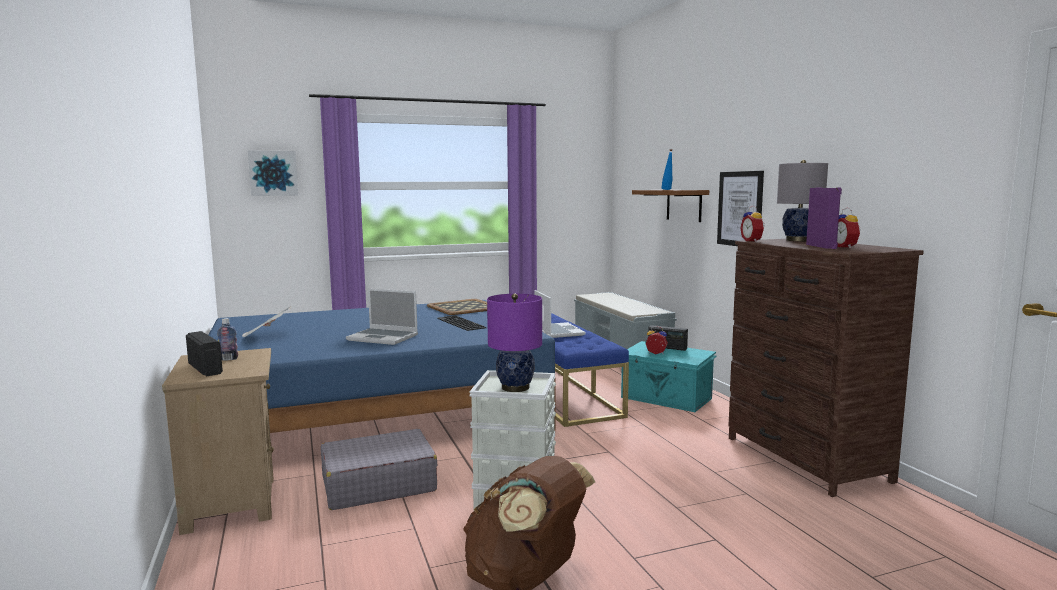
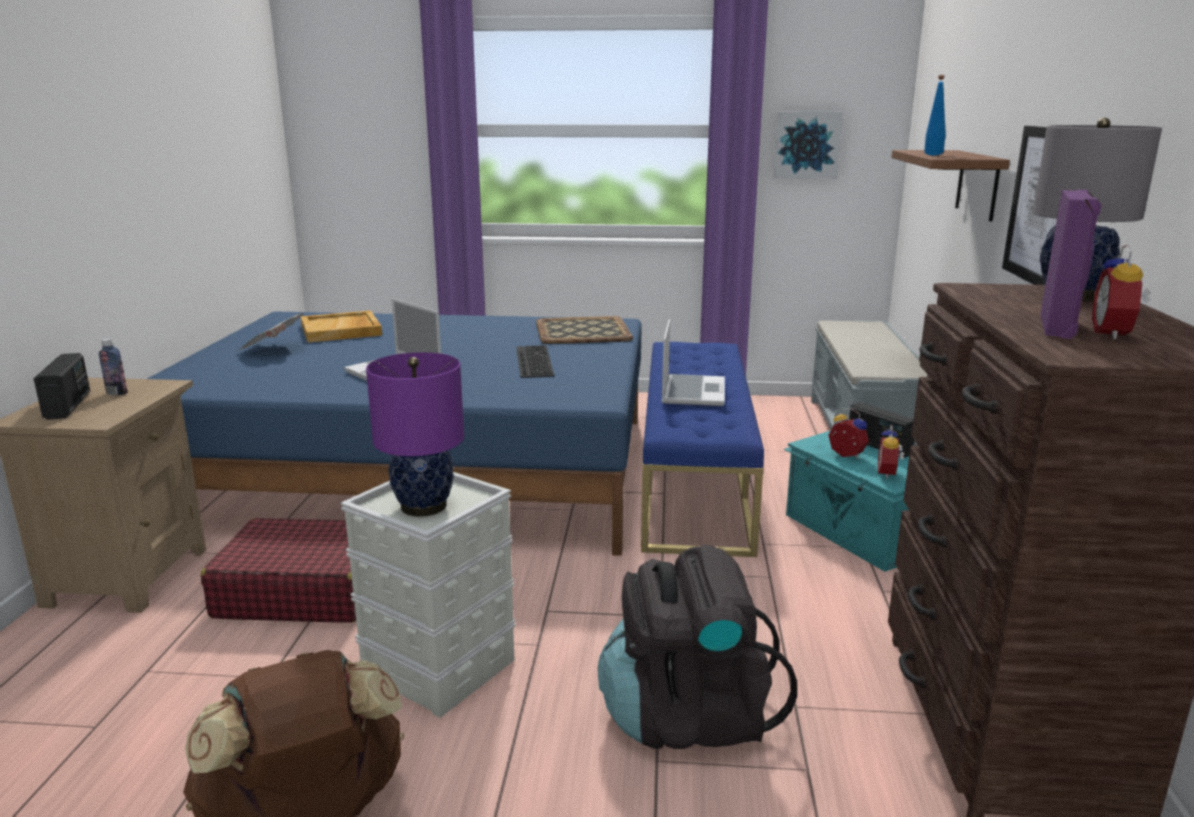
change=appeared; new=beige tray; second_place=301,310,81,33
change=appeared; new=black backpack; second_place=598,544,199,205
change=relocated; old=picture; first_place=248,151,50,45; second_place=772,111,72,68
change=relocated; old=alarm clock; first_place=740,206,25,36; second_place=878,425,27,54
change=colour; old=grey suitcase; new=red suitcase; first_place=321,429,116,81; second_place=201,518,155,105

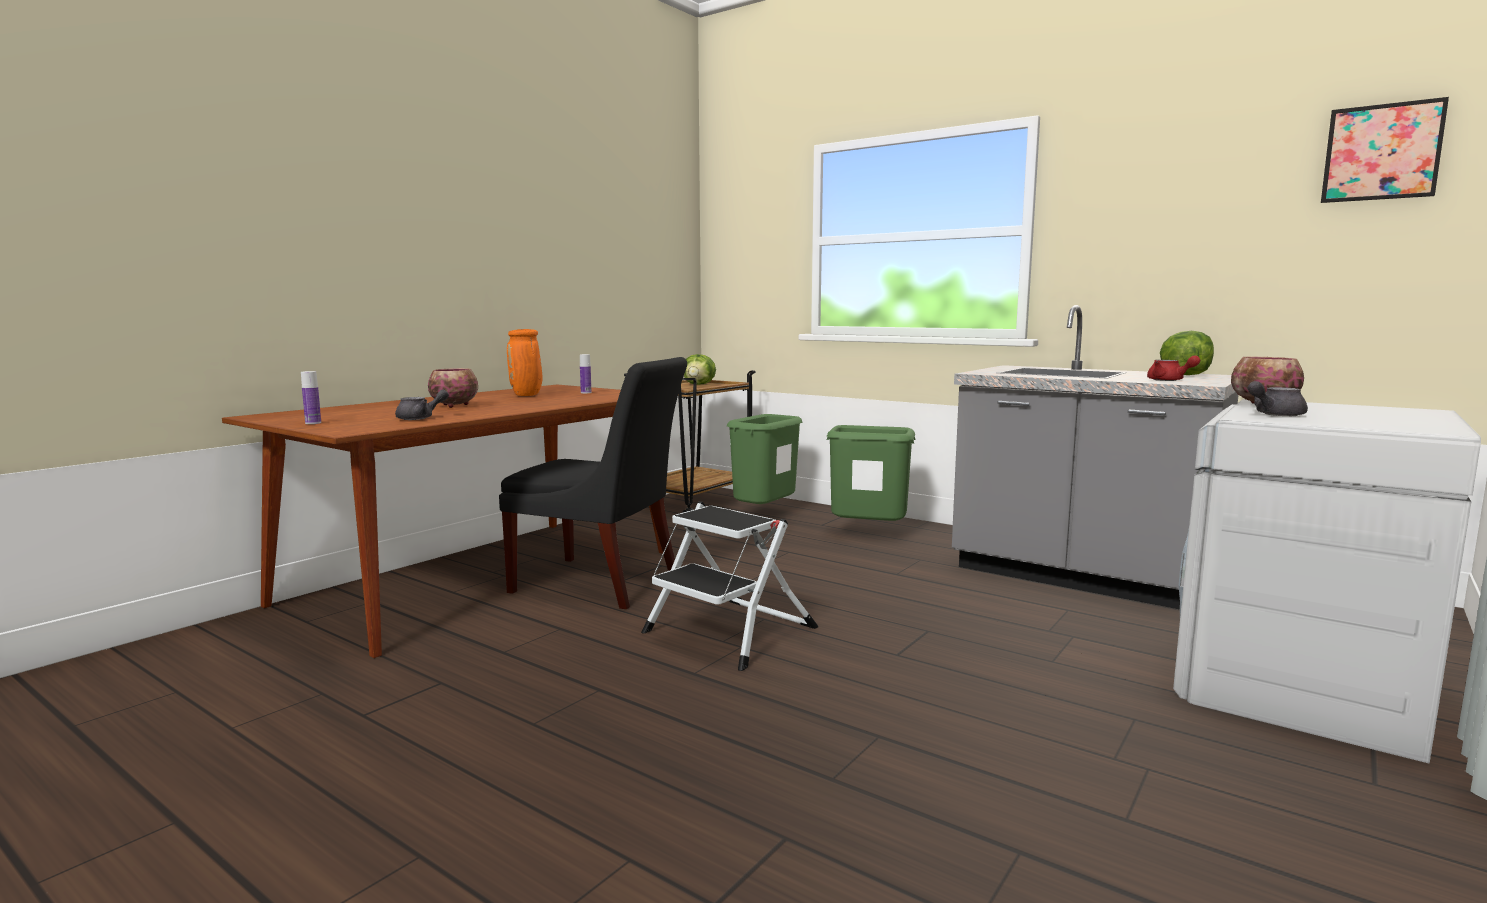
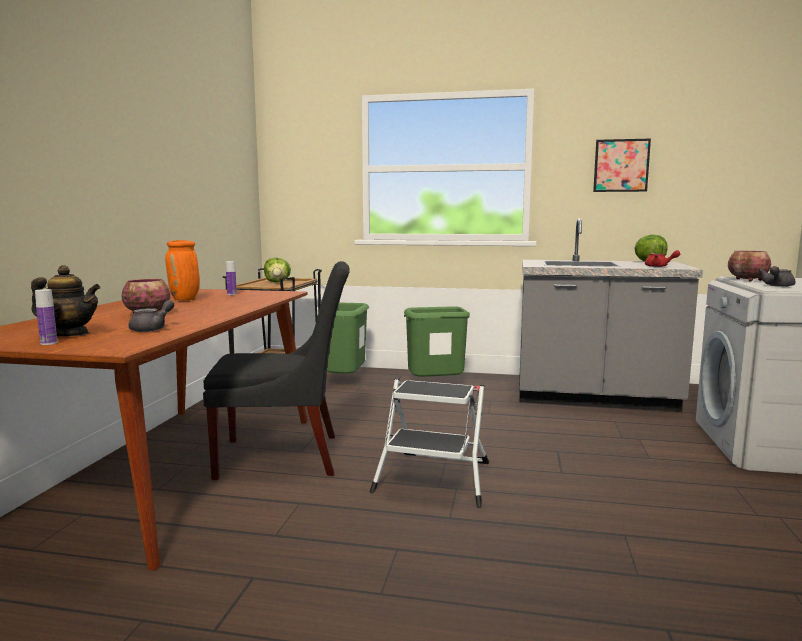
change=appeared; new=teapot; second_place=31,265,69,71
change=relocated; old=picture; first_place=1321,97,128,106; second_place=593,139,58,53

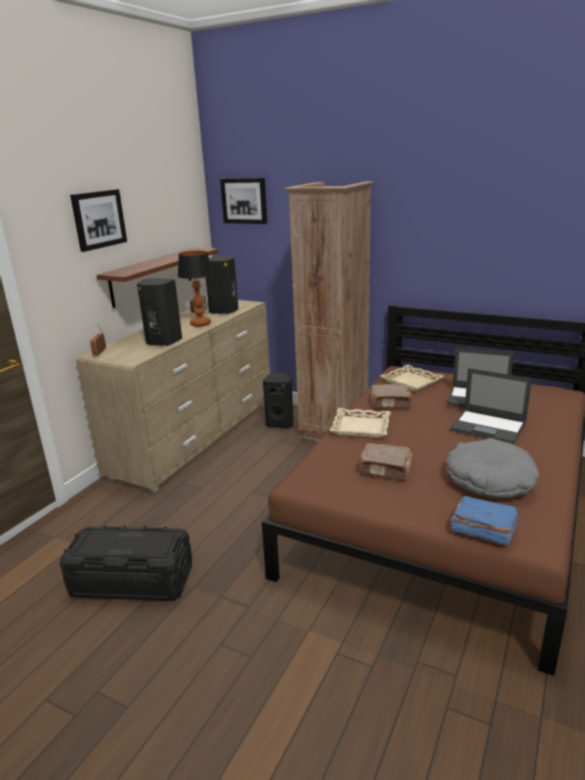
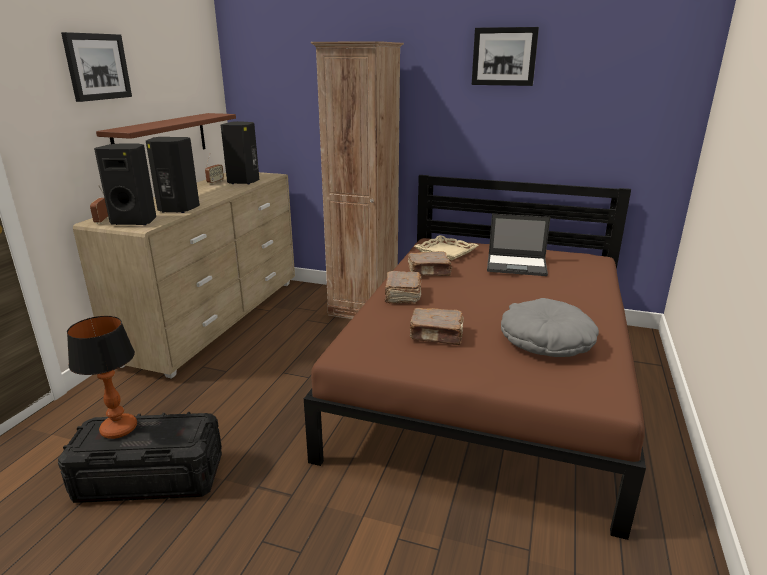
change=missing; old=laptop; first_place=450,368,82,76
change=missing; old=blue book; first_place=451,496,68,50
change=relocated; old=table lamp; first_place=178,251,35,76; second_place=67,316,70,123
change=relocated; old=picture; first_place=220,178,47,46; second_place=472,27,67,59
change=relocated; old=black speaker; first_place=263,373,30,55; second_place=94,143,62,82
change=exchanged; old=beige tray; new=brown book; first_place=329,408,62,30; second_place=385,271,36,33

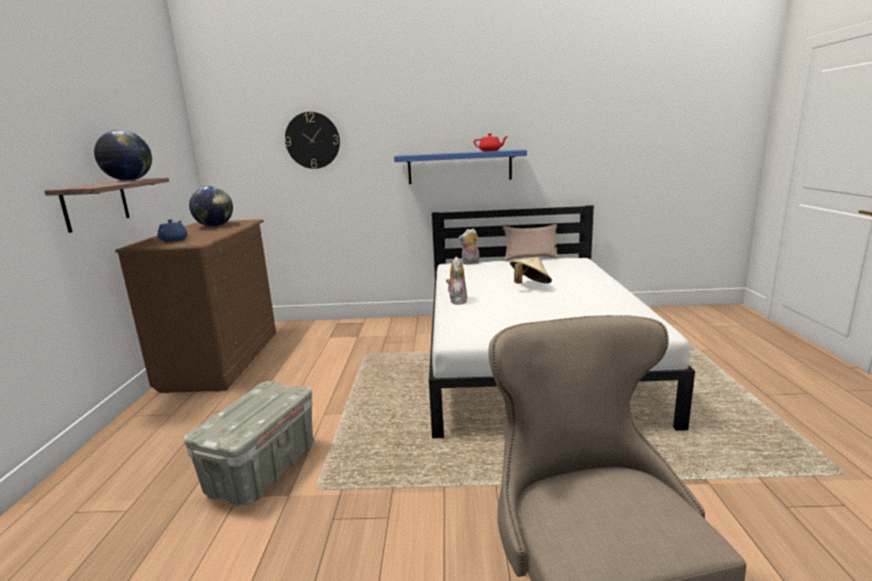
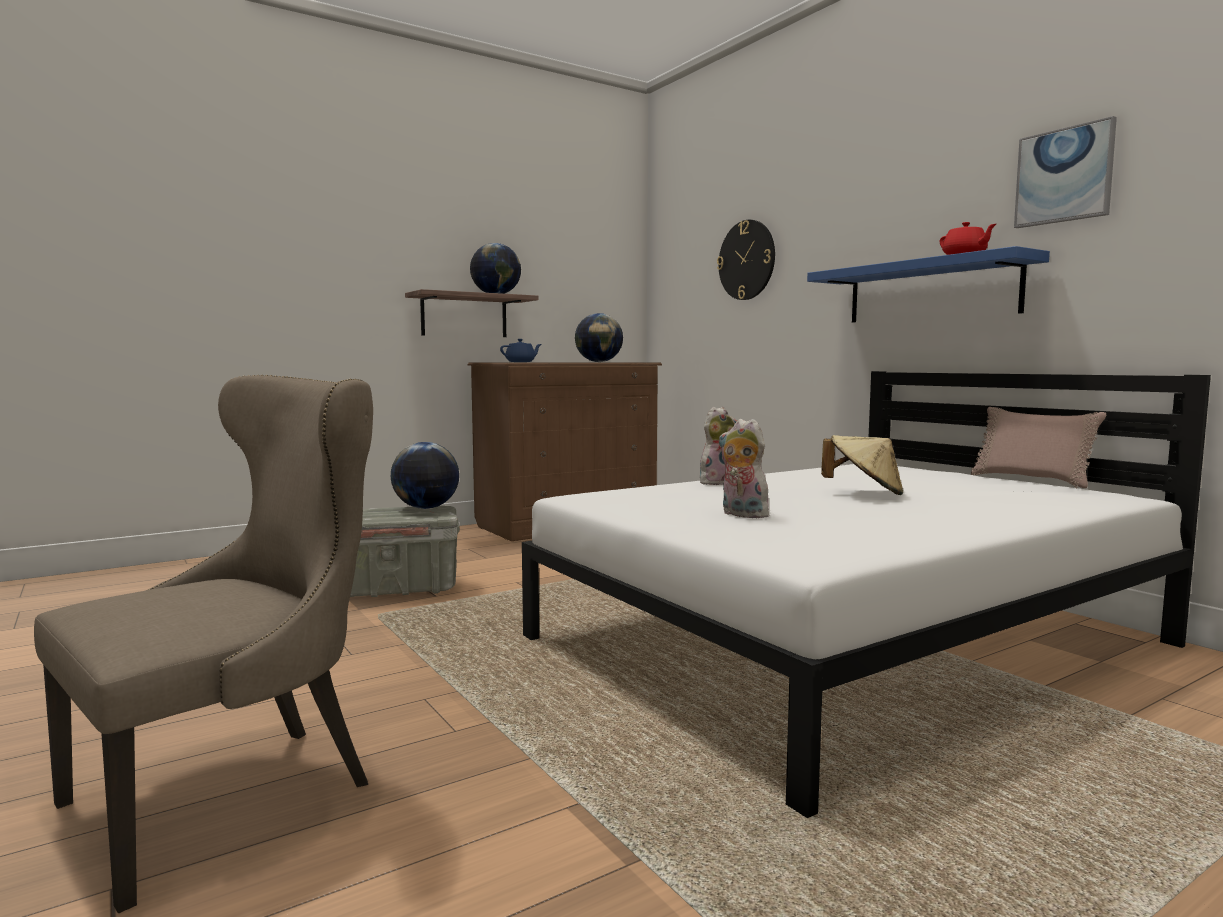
change=appeared; new=globe; second_place=391,442,68,67
change=appeared; new=picture; second_place=1014,116,103,112
change=relocated; old=plush toy; first_place=458,229,22,36; second_place=718,419,55,99

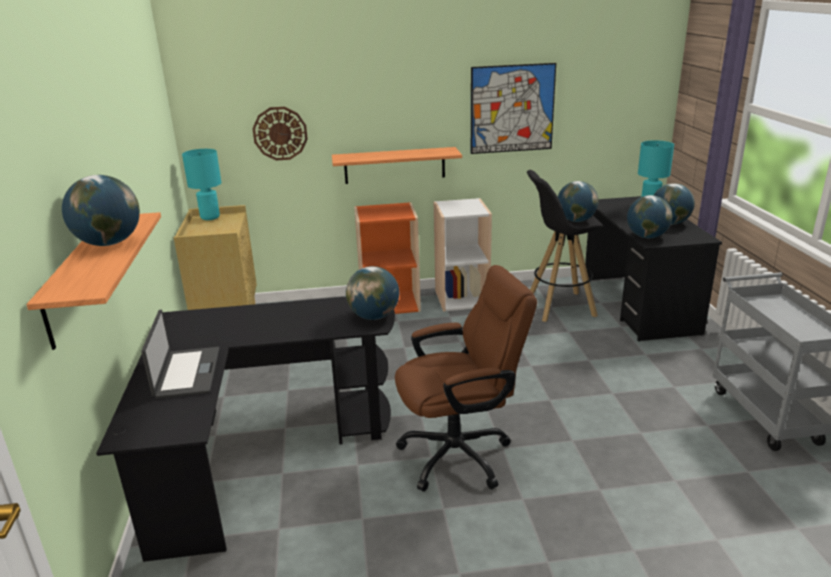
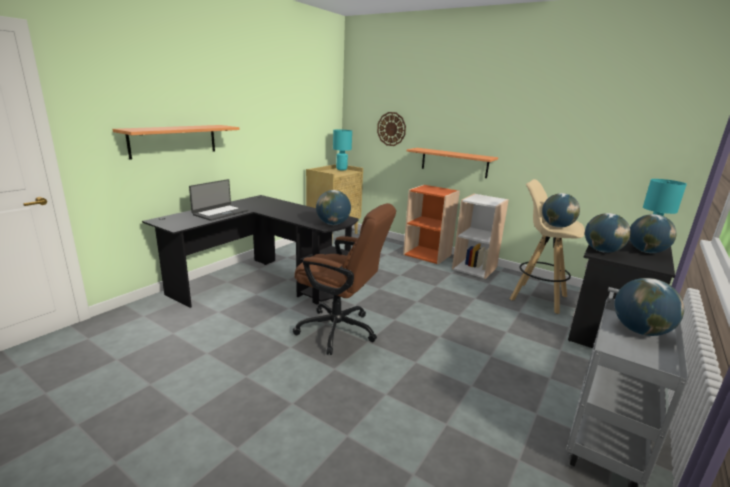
change=missing; old=picture; first_place=471,63,85,91
change=relocated; old=globe; first_place=62,175,78,71; second_place=614,278,70,58
change=colour; old=black stool; new=beige stool; first_place=527,170,76,152; second_place=510,179,75,135

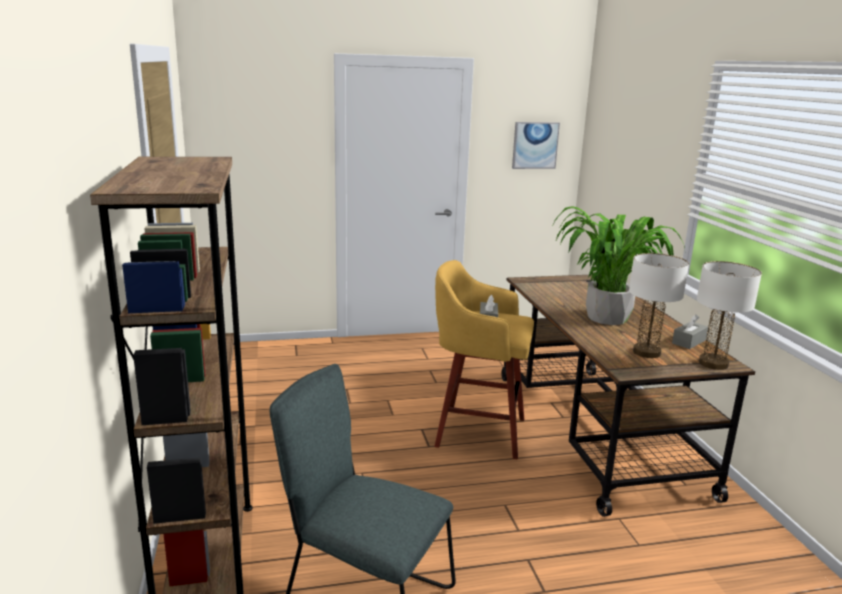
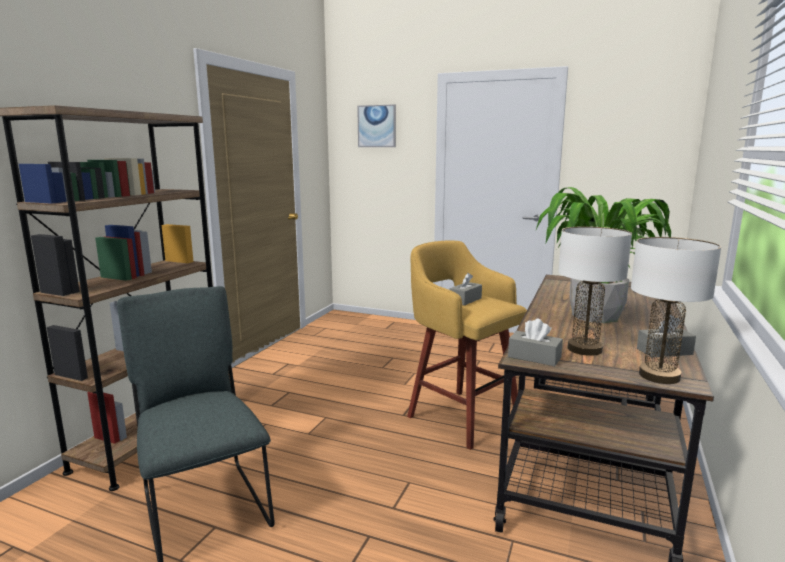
change=appeared; new=grey tissue box; second_place=508,319,55,47
change=relocated; old=picture; first_place=512,122,48,47; second_place=357,104,39,43

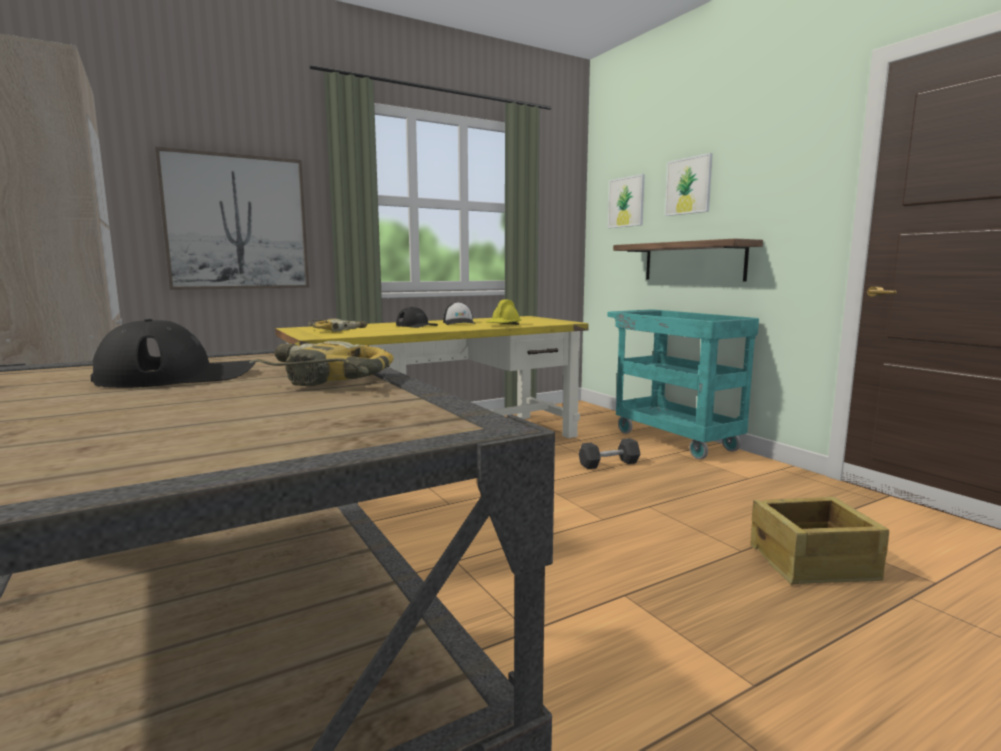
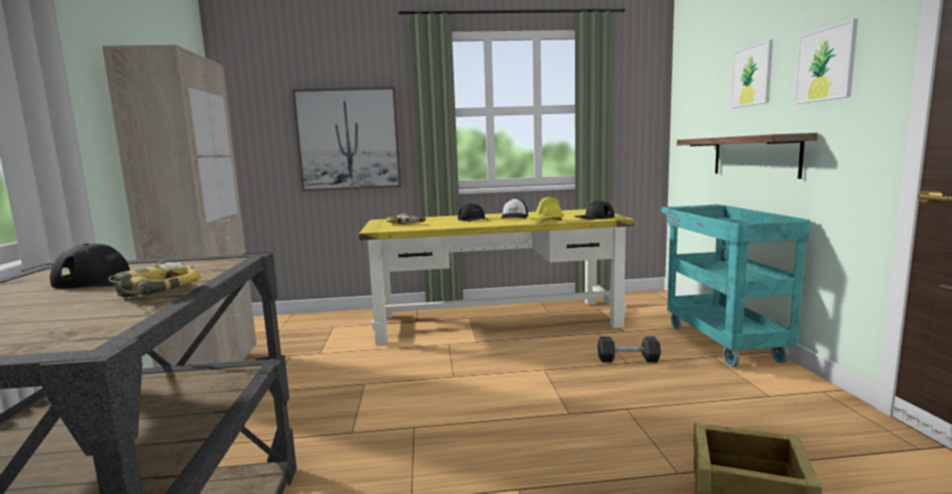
change=appeared; new=black cap; second_place=575,201,40,19
change=relocated; old=picture; first_place=608,174,37,54; second_place=794,19,64,85

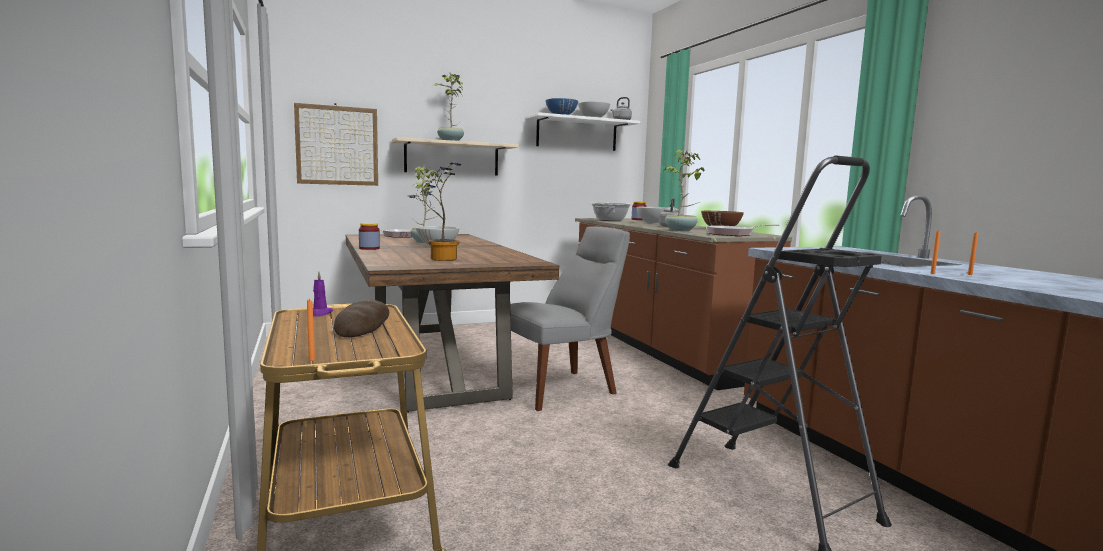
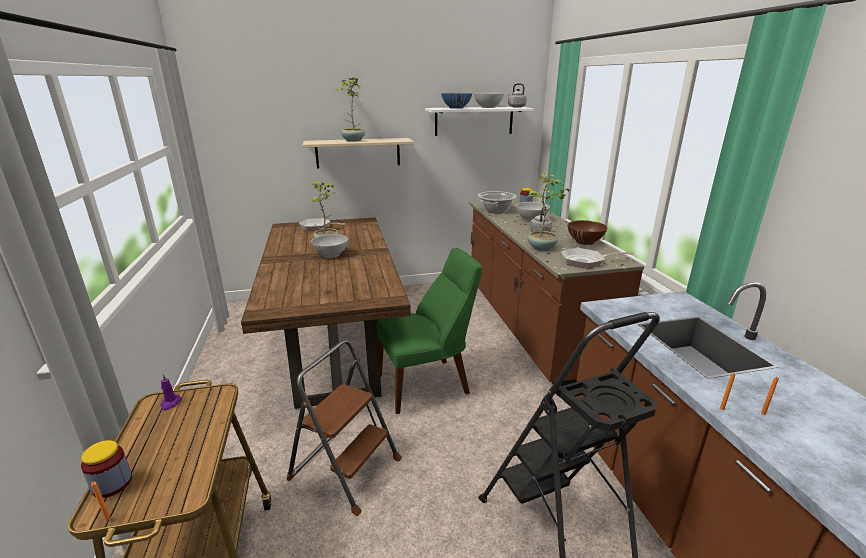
change=missing; old=picture; first_place=294,103,84,83
change=missing; old=bread; first_place=334,300,55,37
change=missing; old=potted plant; first_place=408,162,53,99
change=appeared; new=brown step ladder; second_place=287,340,115,176
change=relocated; old=jar; first_place=359,223,21,27; second_place=81,440,51,58
change=colour; old=grey chair; new=green chair; first_place=510,226,120,185; second_place=376,248,106,166

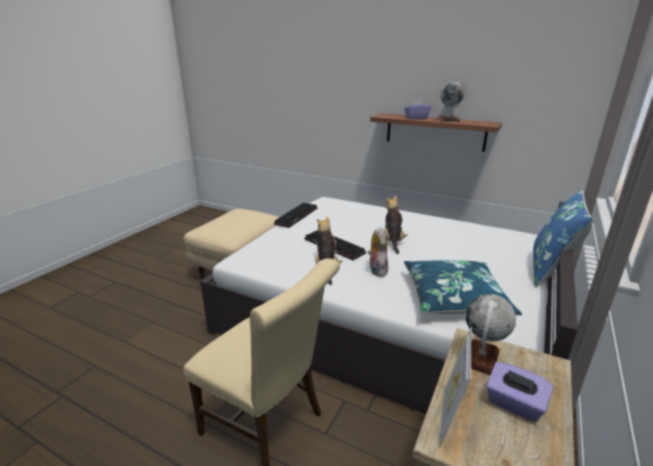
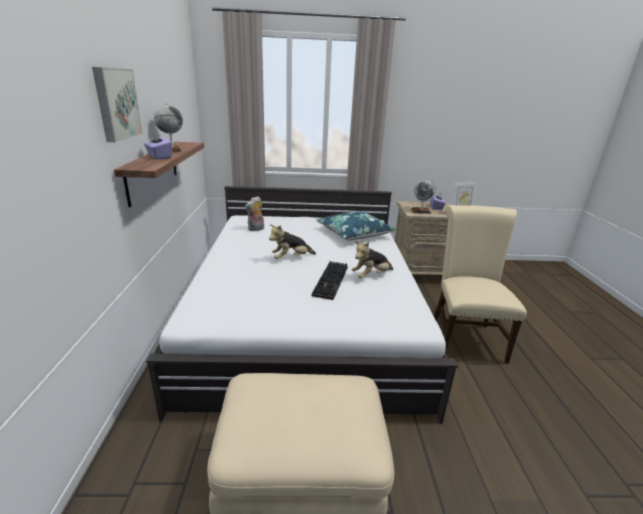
change=missing; old=keyboard; first_place=274,203,43,25
change=missing; old=blue pillow; first_place=533,190,61,97
change=appeared; new=picture; second_place=92,67,51,75
change=relocated; old=plush toy; first_place=368,227,20,50; second_place=245,196,19,35

